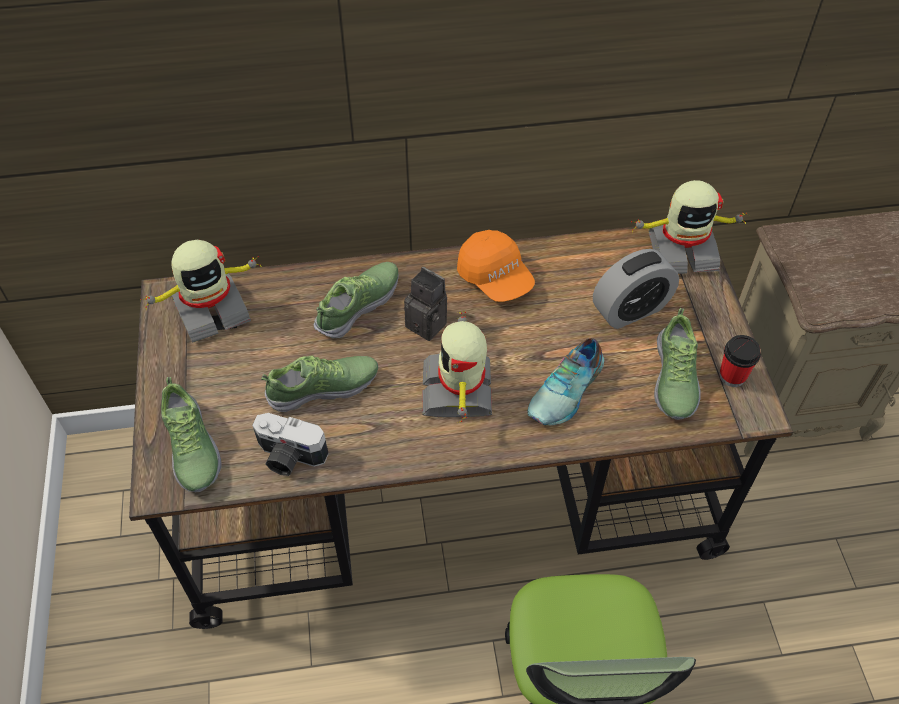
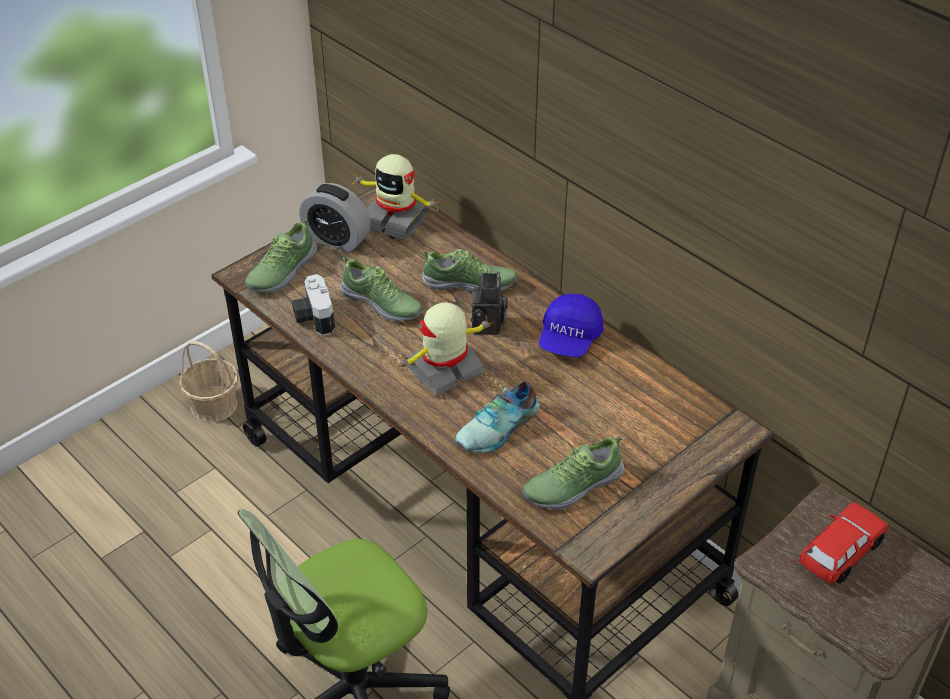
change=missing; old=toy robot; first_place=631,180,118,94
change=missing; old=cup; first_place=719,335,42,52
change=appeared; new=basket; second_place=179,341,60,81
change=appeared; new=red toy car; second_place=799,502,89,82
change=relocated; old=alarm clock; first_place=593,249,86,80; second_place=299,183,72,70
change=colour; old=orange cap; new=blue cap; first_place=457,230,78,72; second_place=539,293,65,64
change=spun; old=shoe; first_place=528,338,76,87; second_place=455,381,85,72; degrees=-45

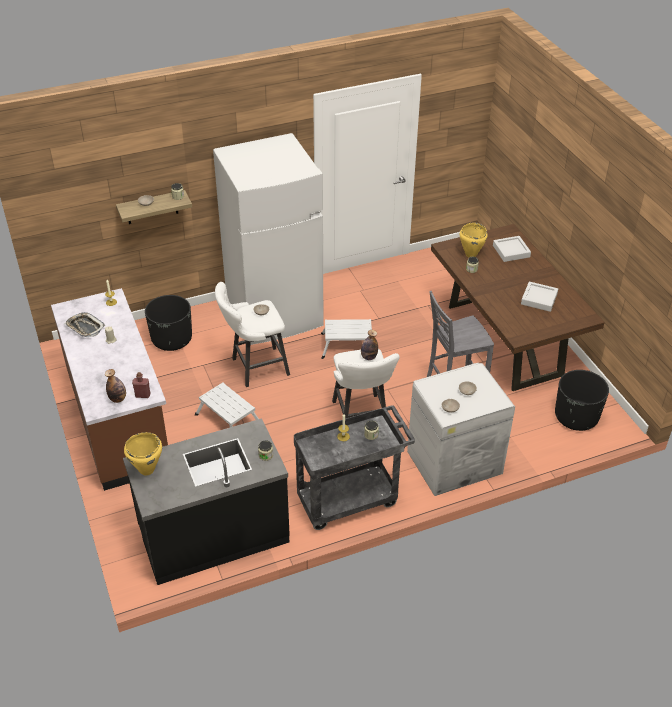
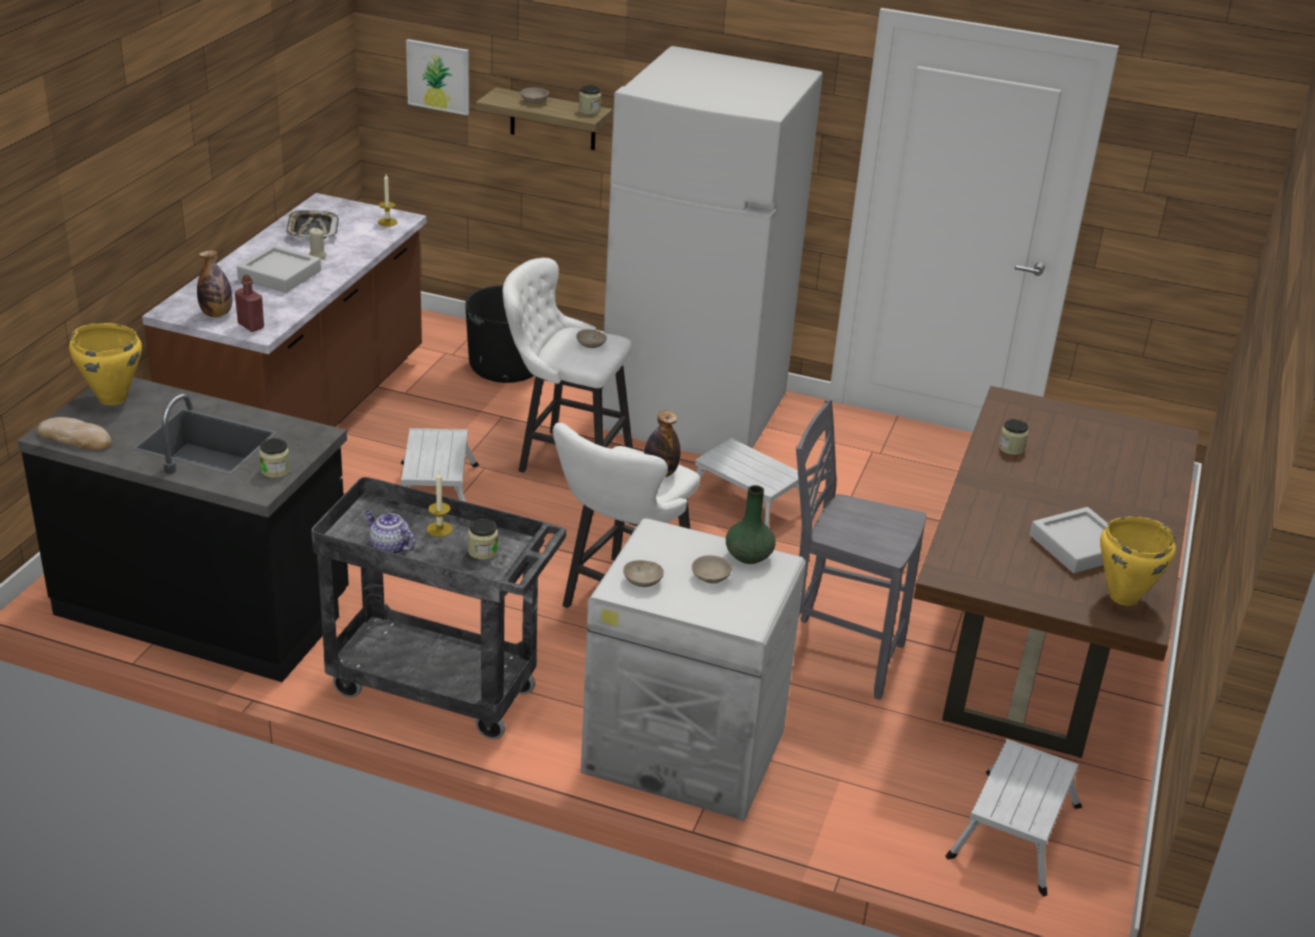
change=appeared; new=bread; second_place=37,417,75,33
change=appeared; new=teapot; second_place=364,511,51,43
change=appeared; new=picture; second_place=406,39,63,76
change=appeared; new=green vase; second_place=726,485,49,79
change=relocated; old=yellow cooking pot; first_place=460,223,28,34; second_place=1100,516,76,89
change=relocated; old=grey tray; first_place=493,236,38,26; second_place=237,245,84,48
change=exchanged; old=black planter; new=white step ladder; first_place=555,370,54,61; second_place=945,739,137,158

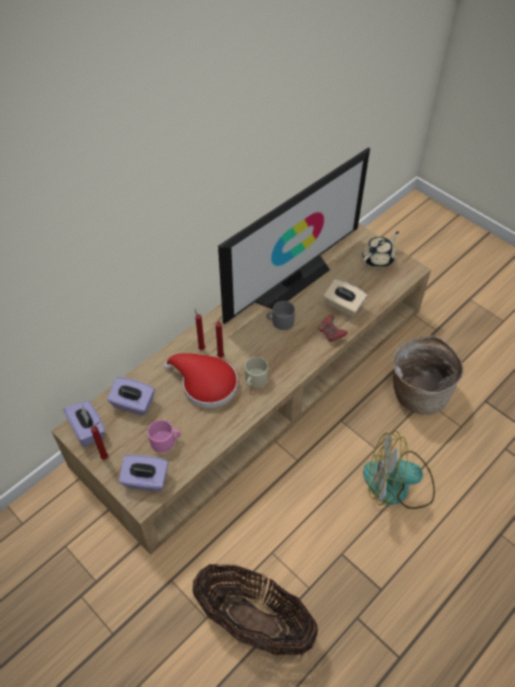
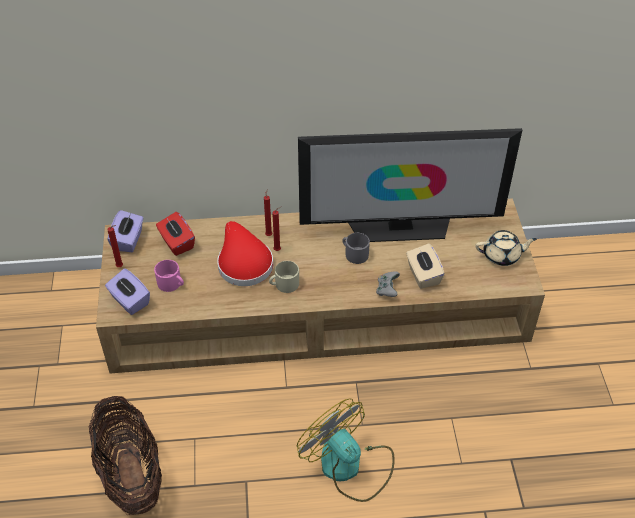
change=missing; old=basket; first_place=393,335,71,80
change=colour; old=purple tissue box; new=red tissue box; first_place=107,377,48,39; second_place=156,212,39,44
change=colour; old=red game controller; new=grey game controller; first_place=319,315,29,27; second_place=376,272,24,25

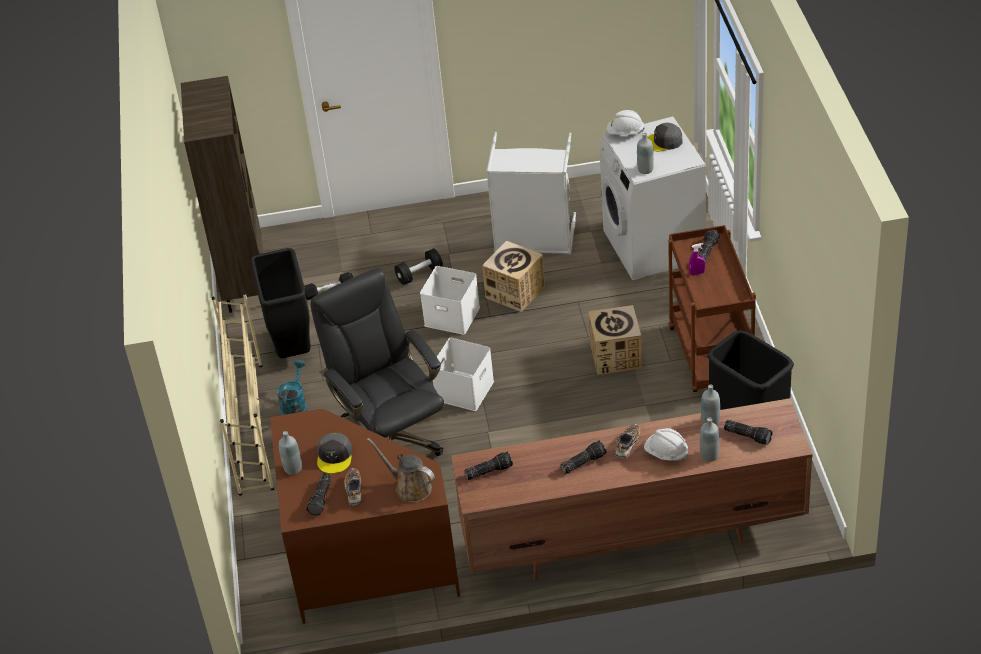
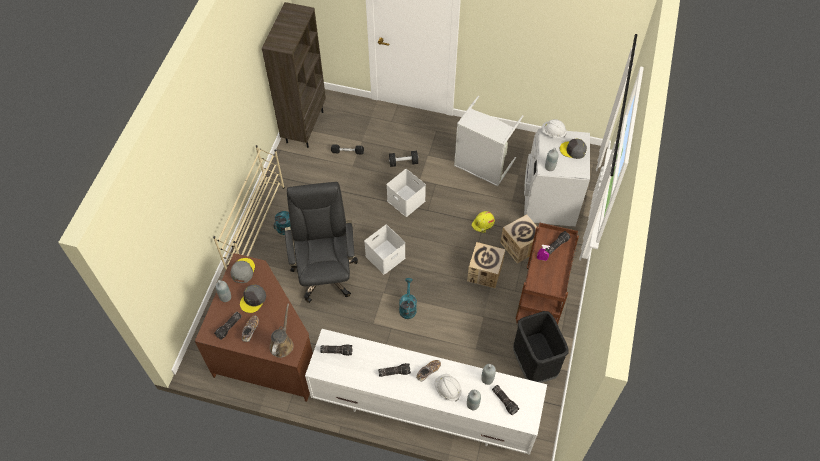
change=missing; old=black trash can; first_place=250,248,61,110
change=appeared; new=grey cap; second_place=231,258,24,25
change=appeared; new=turquoise watering can; second_place=399,278,18,41
change=appeared; new=yellow hard hat; second_place=471,211,24,22
change=relocated; old=cardboard box; first_place=482,241,63,71; second_place=500,214,37,50
change=colour; old=brown cabinet; new=white cabinet; first_place=451,398,362,182; second_place=305,329,242,126
change=spun; old=brown watering can; first_place=366,438,69,64; second_place=270,304,24,54; degrees=45

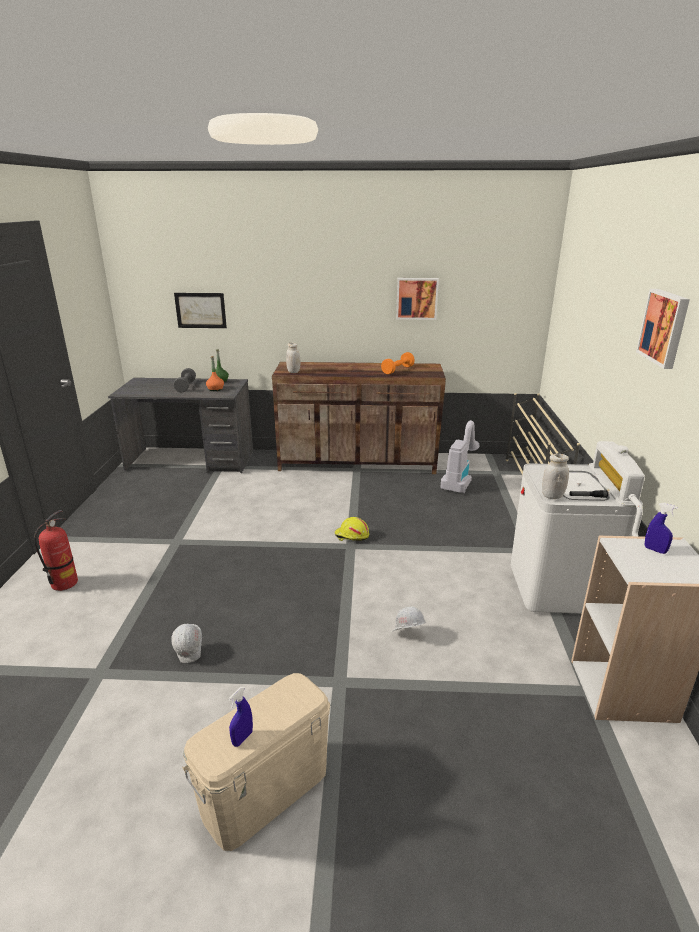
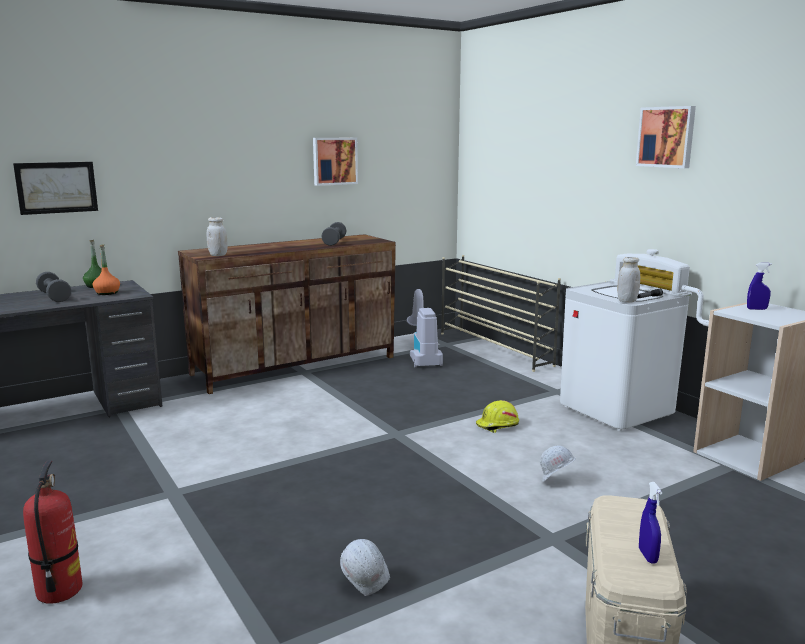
change=relocated; old=yellow hard hat; first_place=335,517,34,24; second_place=476,400,43,33
change=colour; old=orange dumbbell; new=grey dumbbell; first_place=381,352,34,22; second_place=321,222,25,24

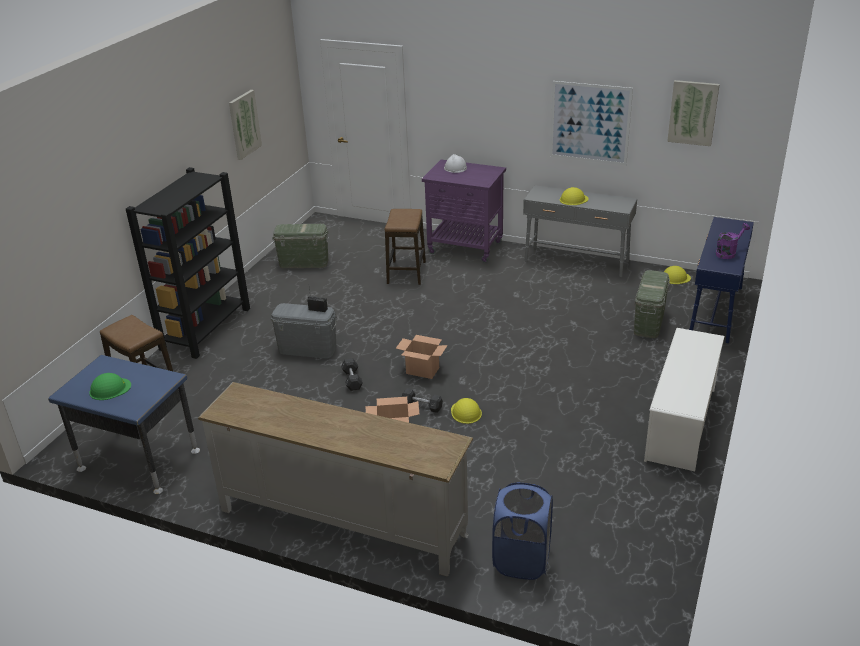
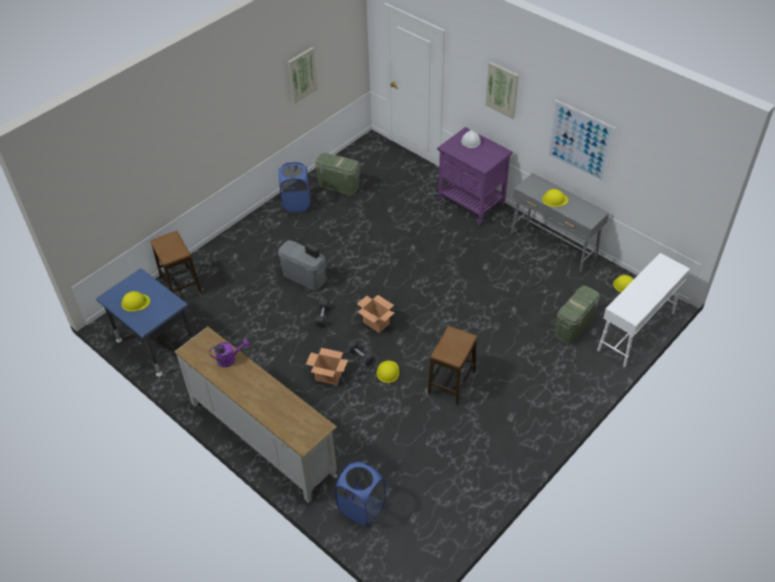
change=missing; old=black bookcase; first_place=126,167,124,192
change=missing; old=white shoe rack; first_place=644,328,81,143
change=appeared; new=blue laundry basket; second_place=279,162,31,50
change=relocated; old=stool; first_place=384,209,42,76; second_place=428,326,49,79
change=relocated; old=picture; first_place=667,80,53,66; second_place=485,62,34,57
change=relocated; old=purple watering can; first_place=716,223,34,36; second_place=209,339,40,28
change=colour; old=green hard hat; new=yellow hard hat; first_place=89,373,42,27; second_place=121,291,29,21
change=colour; old=blue console table; new=white console table; first_place=689,217,65,126; second_place=597,253,93,114

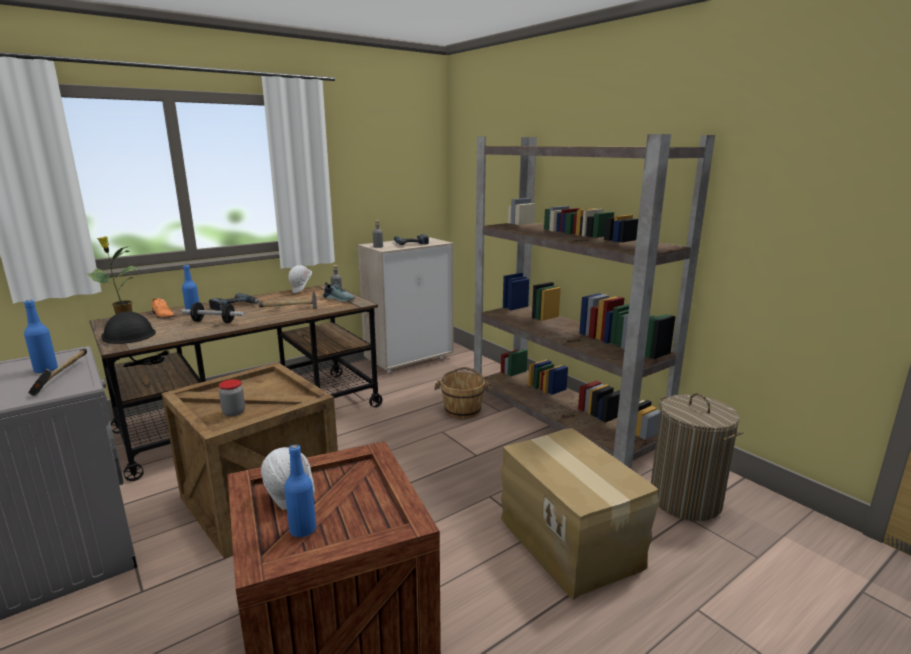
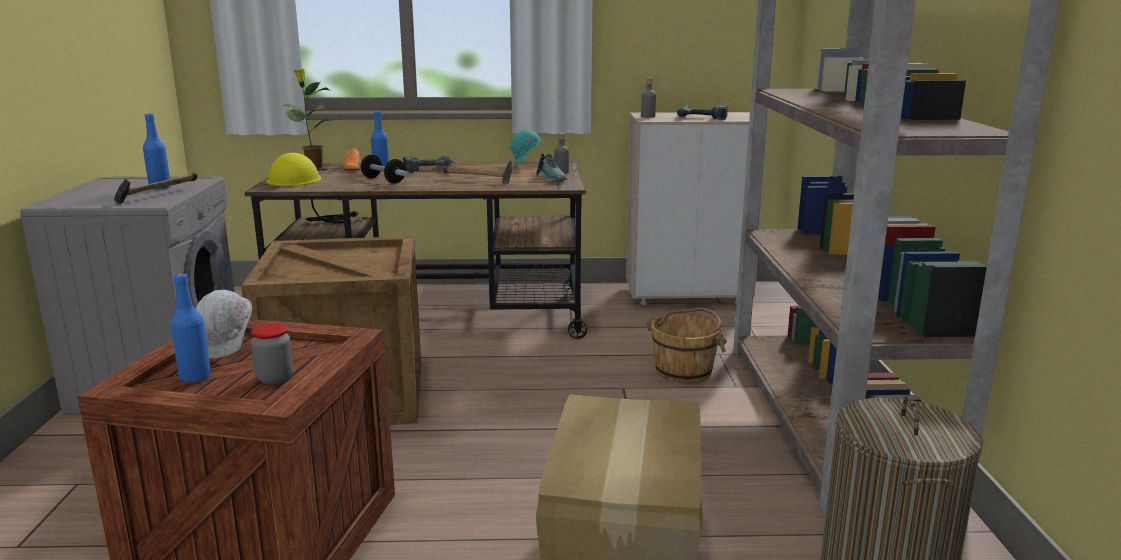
change=relocated; old=jar; first_place=219,379,26,37; second_place=251,323,42,61
change=colour; old=black hard hat; new=yellow hard hat; first_place=101,311,55,33; second_place=266,153,55,33
change=colour; old=white hard hat; new=turquoise hard hat; first_place=288,265,24,28; second_place=510,130,33,36

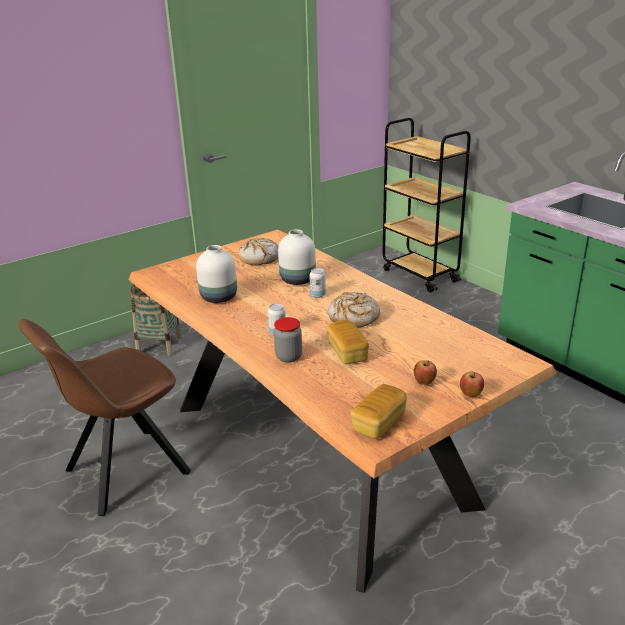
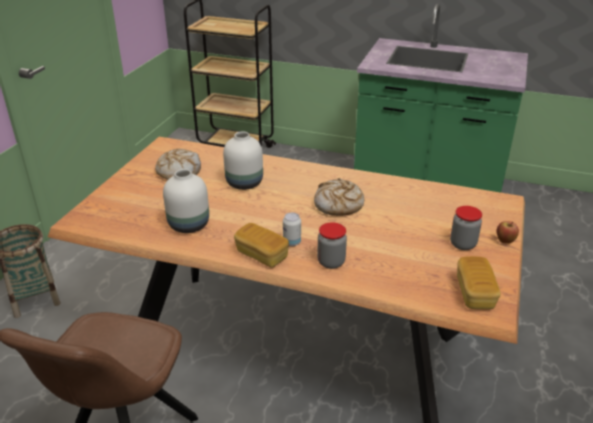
change=missing; old=can; first_place=309,268,17,30
change=relocated; old=bread; first_place=327,320,42,44; second_place=234,223,55,45
change=exchanged; old=apple; new=jar; first_place=414,360,23,25; second_place=450,206,32,44

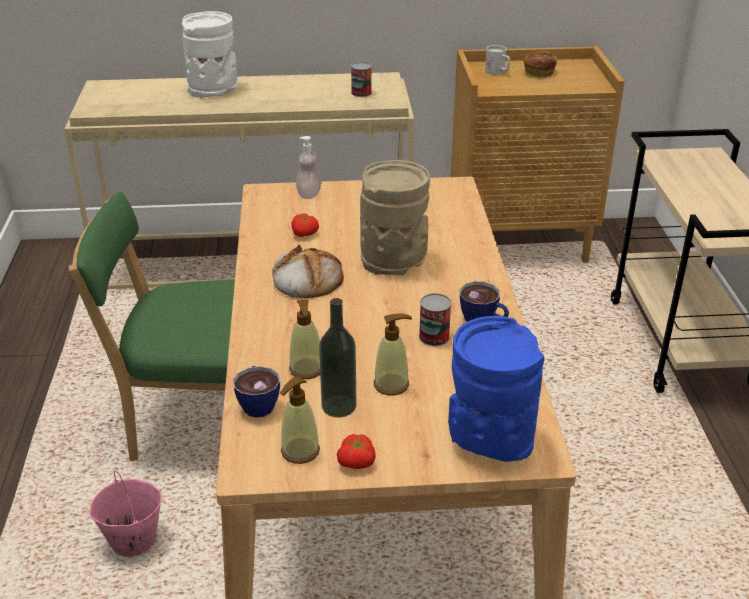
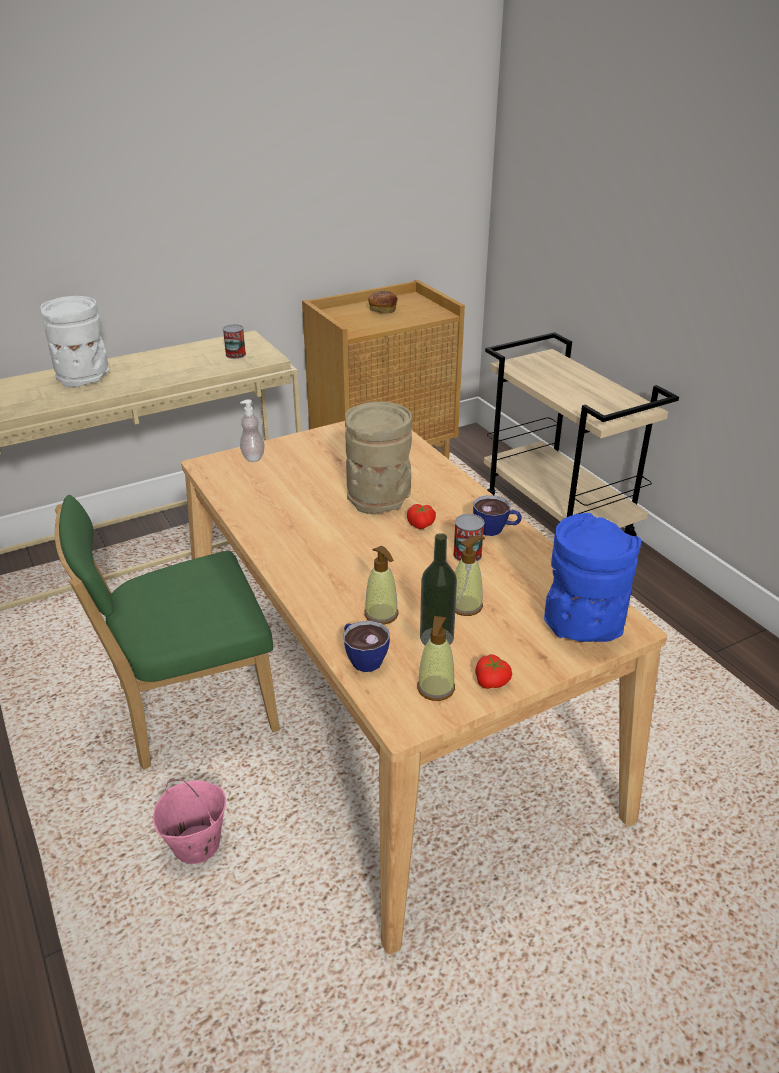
change=missing; old=bread; first_place=272,245,72,53
change=missing; old=white mug; first_place=485,45,25,30
change=relocated; old=tomato; first_place=291,213,28,24; second_place=407,504,29,25

